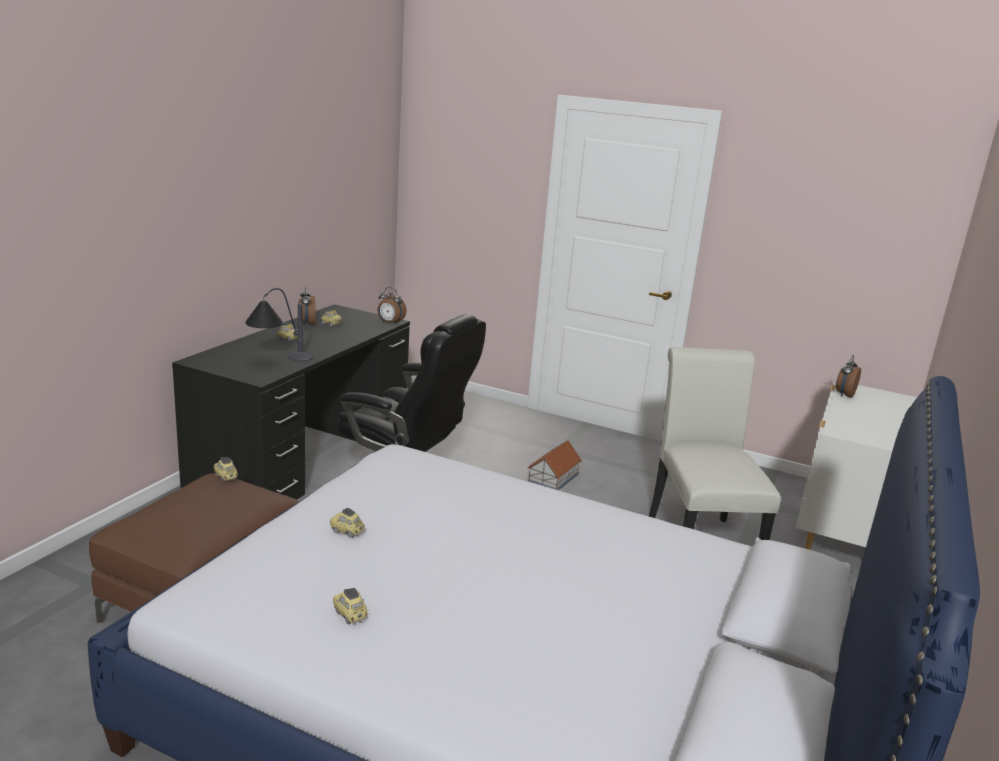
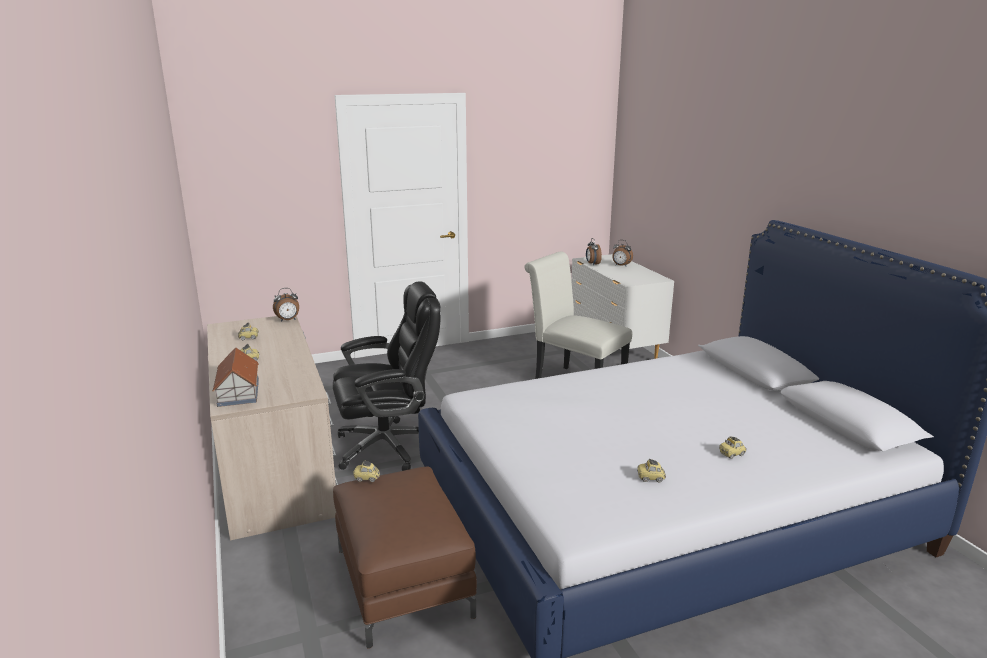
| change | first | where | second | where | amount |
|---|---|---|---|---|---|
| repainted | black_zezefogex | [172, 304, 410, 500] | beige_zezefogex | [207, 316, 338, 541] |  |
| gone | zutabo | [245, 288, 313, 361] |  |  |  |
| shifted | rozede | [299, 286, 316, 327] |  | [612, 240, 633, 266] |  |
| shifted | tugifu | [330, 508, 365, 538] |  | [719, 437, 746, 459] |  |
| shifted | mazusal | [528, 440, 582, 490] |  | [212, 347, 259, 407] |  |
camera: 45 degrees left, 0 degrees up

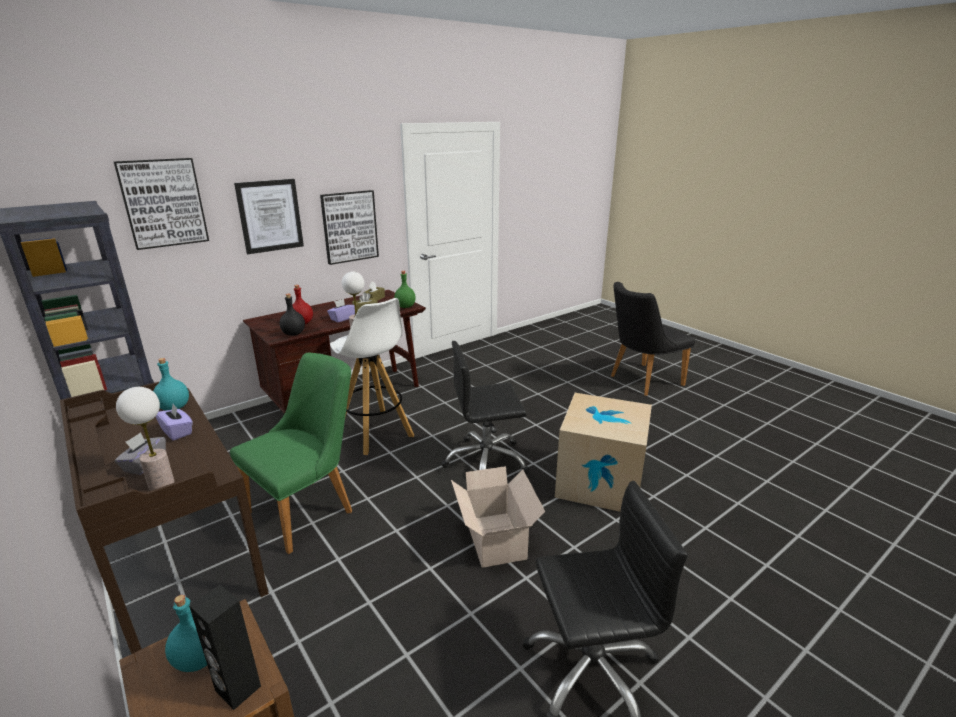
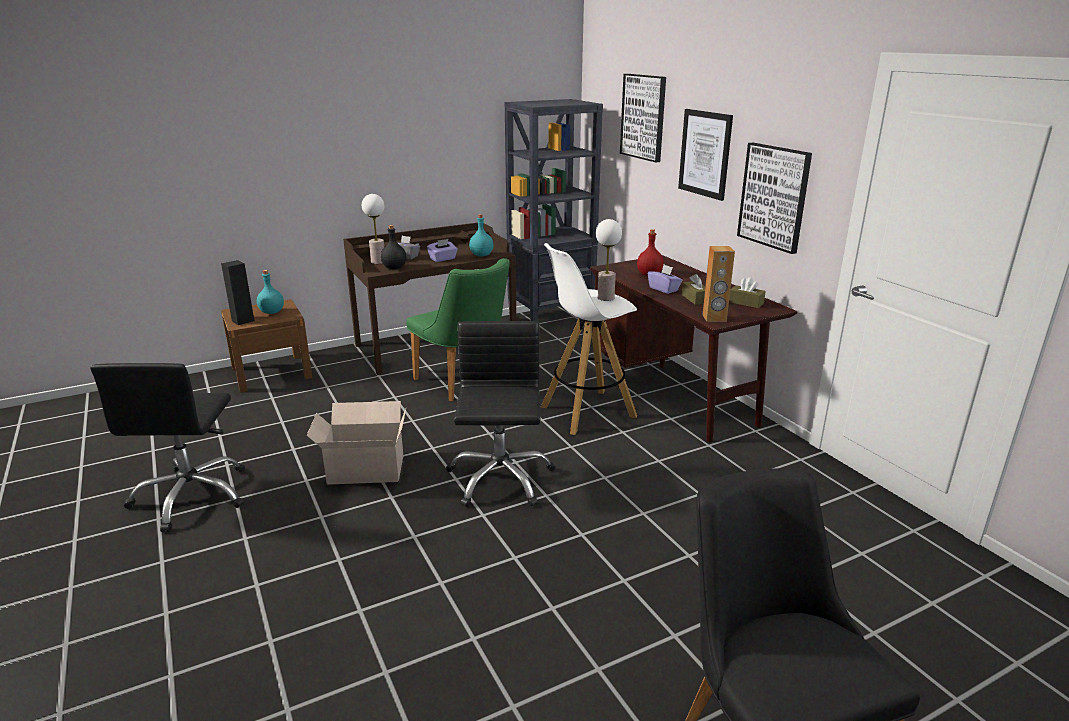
| change | first | where | second | where | amount |
|---|---|---|---|---|---|
| shifted | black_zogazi | [280, 294, 305, 335] |  | [381, 225, 406, 269] |  |
| swapped | green_zogazi | [394, 271, 416, 308] | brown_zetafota | [703, 246, 735, 322] |  |
| gone | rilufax | [555, 393, 652, 512] |  |  |  |
camera: 100 degrees right, 0 degrees up

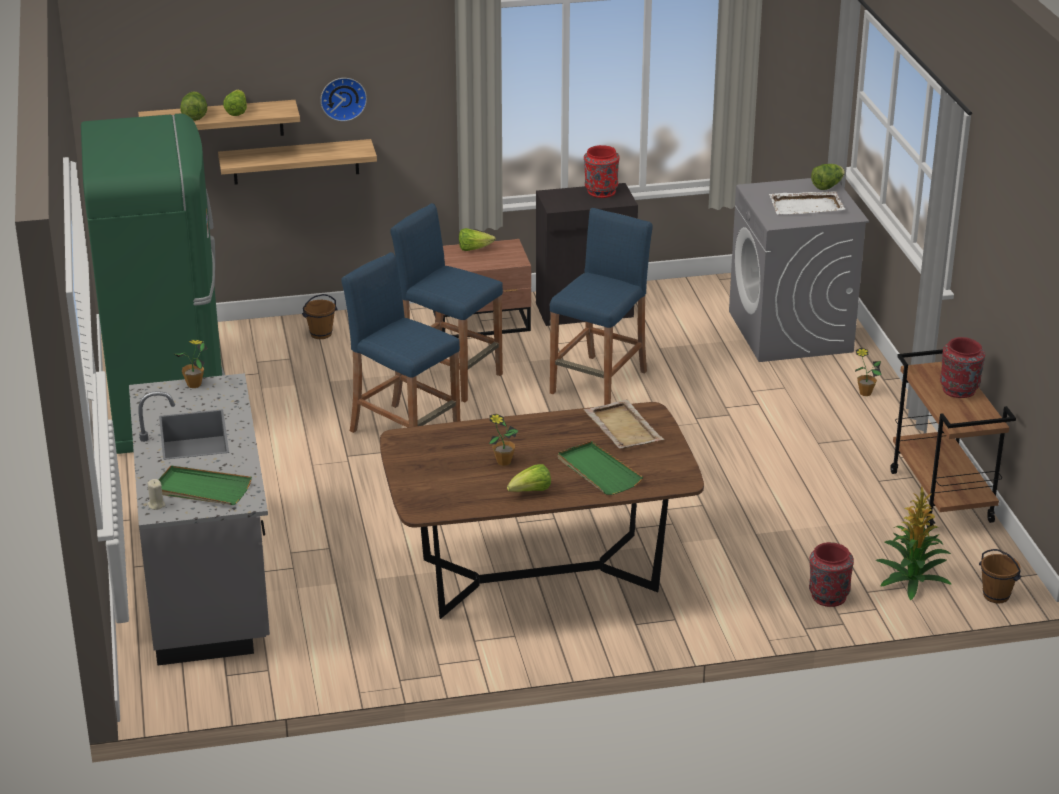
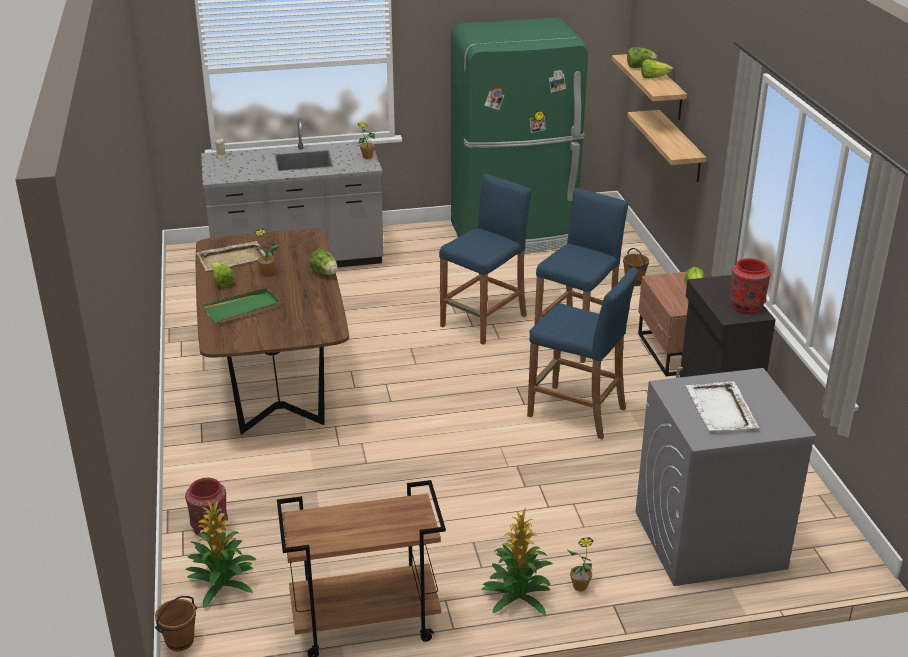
| change | first | where | second | where | amount |
|---|---|---|---|---|---|
| gone | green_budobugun | [158, 466, 252, 505] |  |  |  |
| gone | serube | [320, 78, 367, 121] |  |  |  |
| shifted | beige_budobugun | [584, 400, 664, 449] |  | [196, 241, 266, 271] |  |
| shifted | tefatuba | [811, 164, 845, 190] |  | [309, 248, 338, 275] |  |
| gone | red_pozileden | [940, 337, 985, 398] |  |  |  |
| new |  |  | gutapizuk | [482, 508, 553, 615] |  |
camera: 90 degrees right, 0 degrees up

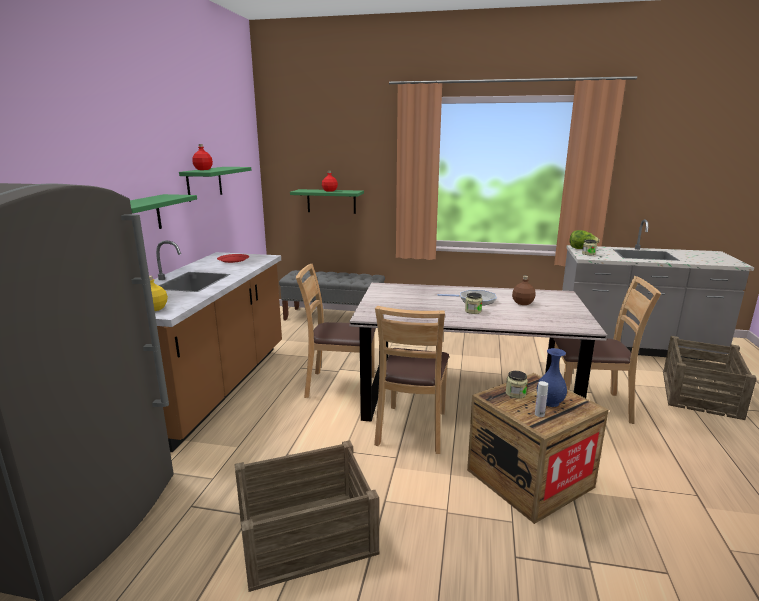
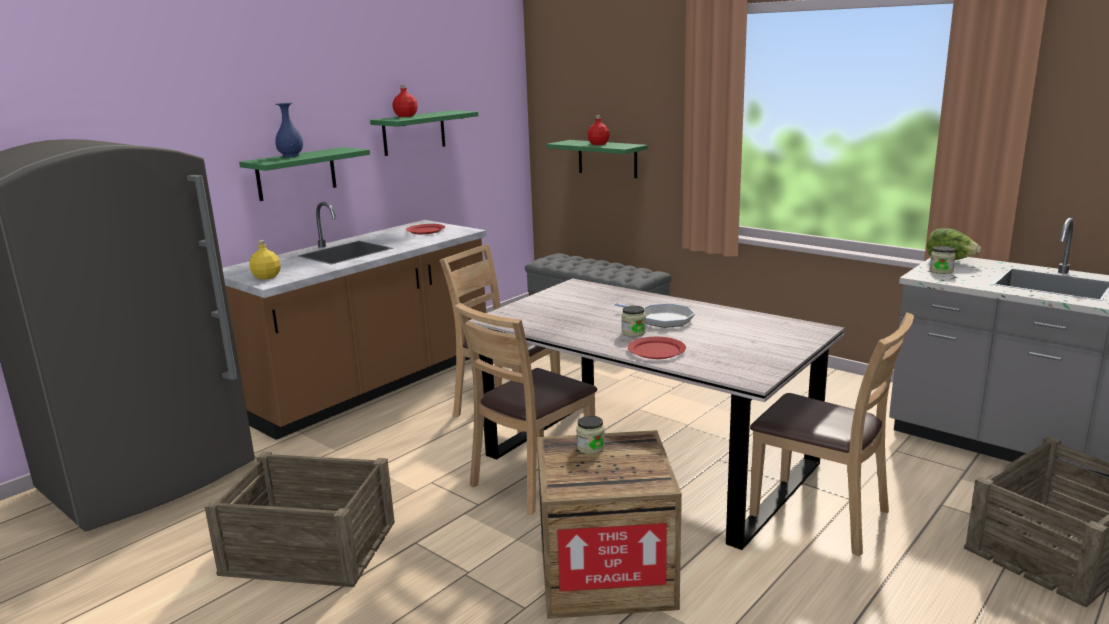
| change | first | where | second | where | amount |
|---|---|---|---|---|---|
| gone | brown_zogazi | [512, 276, 535, 305] |  |  |  |
| gone | white_zogazi | [535, 381, 548, 417] |  |  |  |
| shifted | blue_pozileden | [537, 348, 567, 407] |  | [275, 103, 303, 158] |  |
| new |  |  | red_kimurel | [628, 337, 686, 359] |  |
camera: 30 degrees right, 0 degrees up

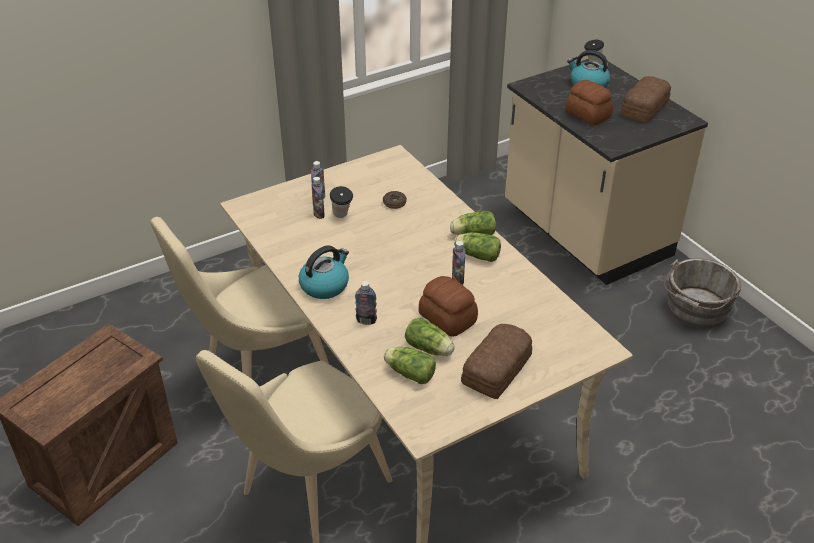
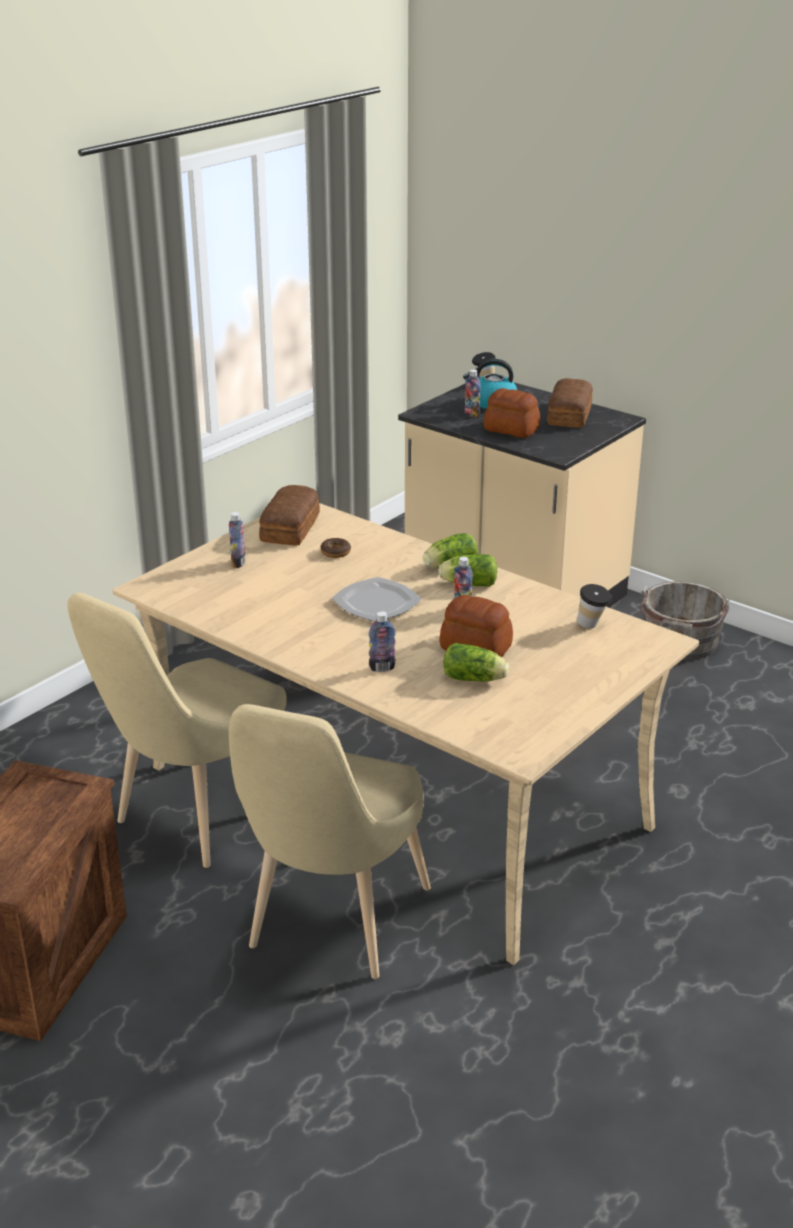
| change | first | where | second | where | amount |
|---|---|---|---|---|---|
| gone | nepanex | [299, 245, 349, 299] |  |  |  |
| shifted | zogazi | [311, 177, 325, 219] |  | [465, 369, 480, 417] |  |
| shifted | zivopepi | [330, 186, 353, 218] |  | [577, 584, 612, 628] |  |
| gone | tefatuba | [384, 347, 436, 384] |  |  |  |
| shifted | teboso | [461, 324, 532, 399] |  | [259, 485, 320, 546] |  |
| new |  |  | kimurel | [332, 577, 422, 622] |  |
camera: 20 degrees left, 10 degrees down

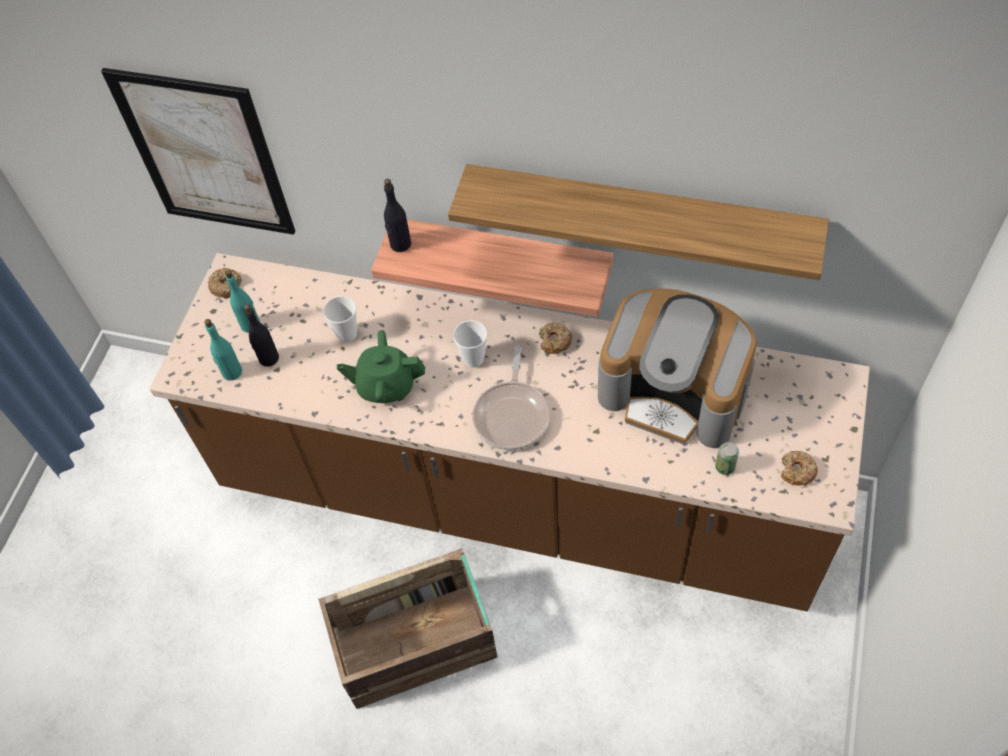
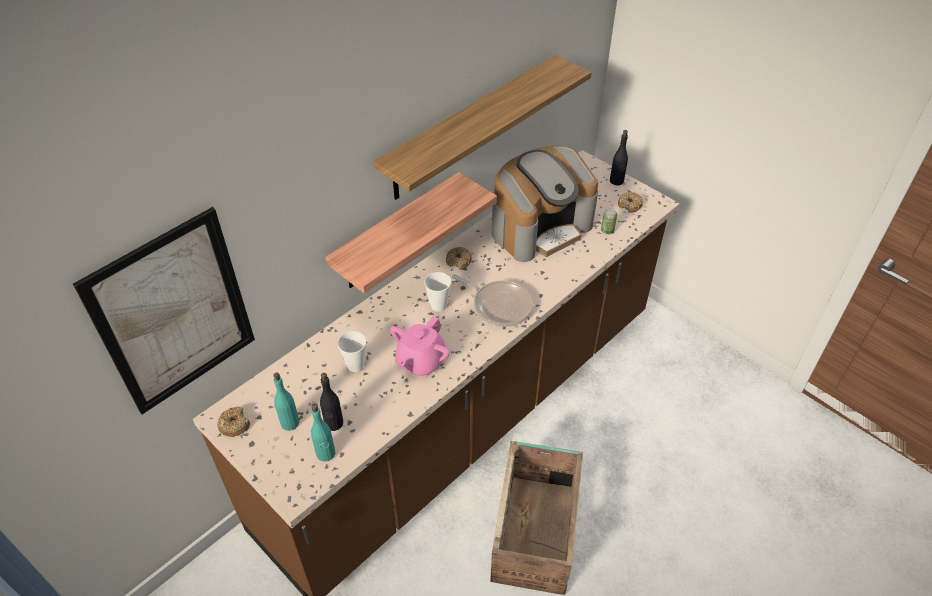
| change | first | where | second | where | amount |
|---|---|---|---|---|---|
| repainted | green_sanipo | [337, 330, 425, 403] | pink_sanipo | [390, 316, 450, 377] |  |
| shifted | black_zogazi | [384, 179, 411, 252] |  | [610, 130, 628, 185] |  |
camera: 65 degrees left, 10 degrees down

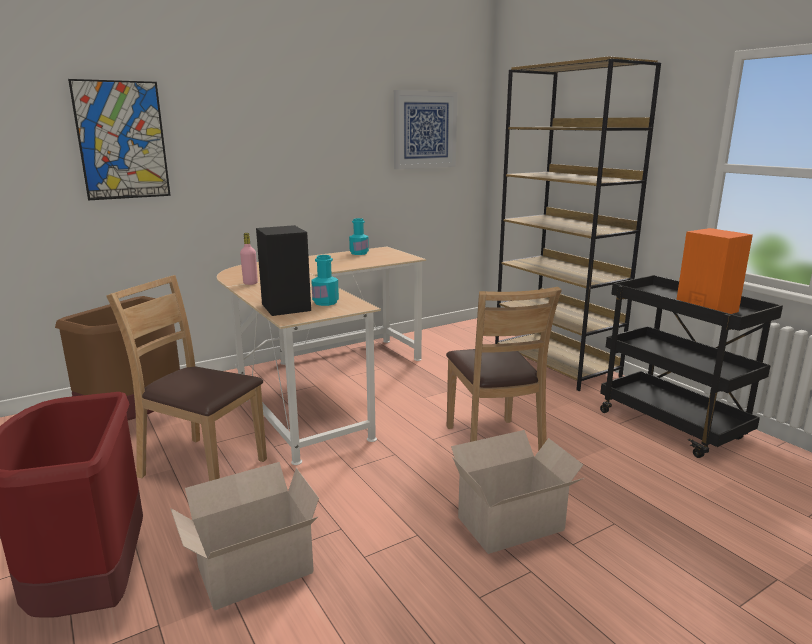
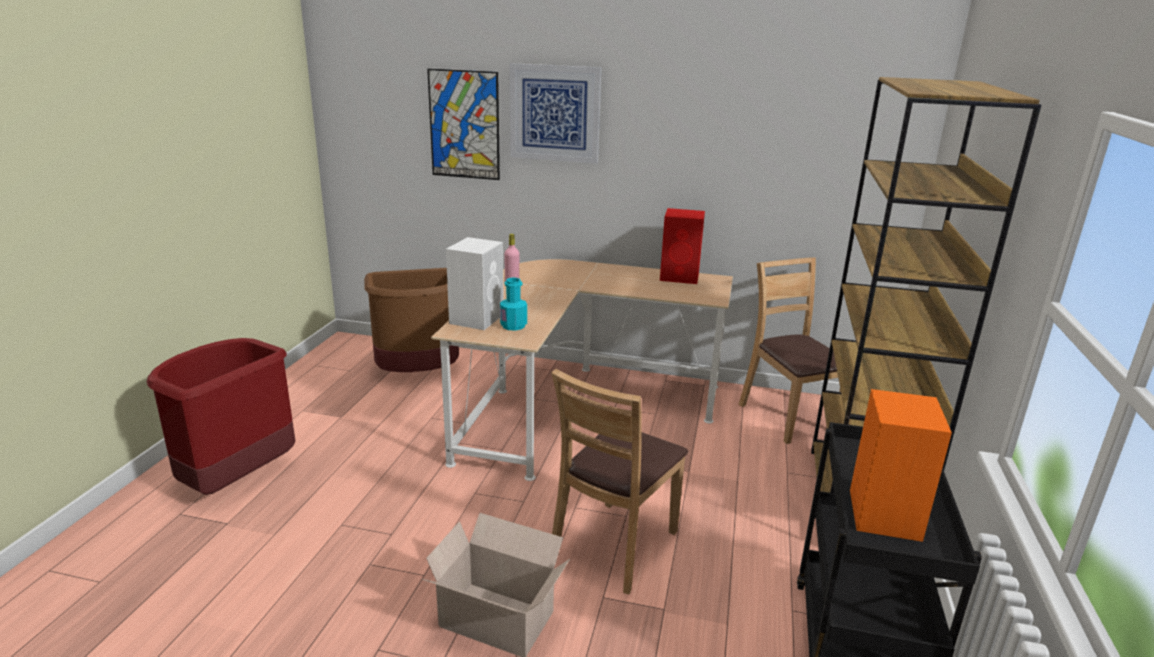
| change | first | where | second | where | amount |
|---|---|---|---|---|---|
| shifted | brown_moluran | [106, 275, 267, 481] |  | [739, 258, 841, 444] |  |
| gone | rilufax | [170, 462, 319, 610] |  |  |  |
| repainted | black_zetafota | [256, 225, 311, 316] | white_zetafota | [446, 237, 504, 330] |  |
| swapped | turquoise_zogazi | [349, 218, 369, 255] | red_zetafota | [660, 208, 705, 284] |  |
| shifted | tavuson | [394, 90, 458, 169] |  | [510, 63, 601, 164] |  |
camera: 45 degrees right, 5 degrees up

